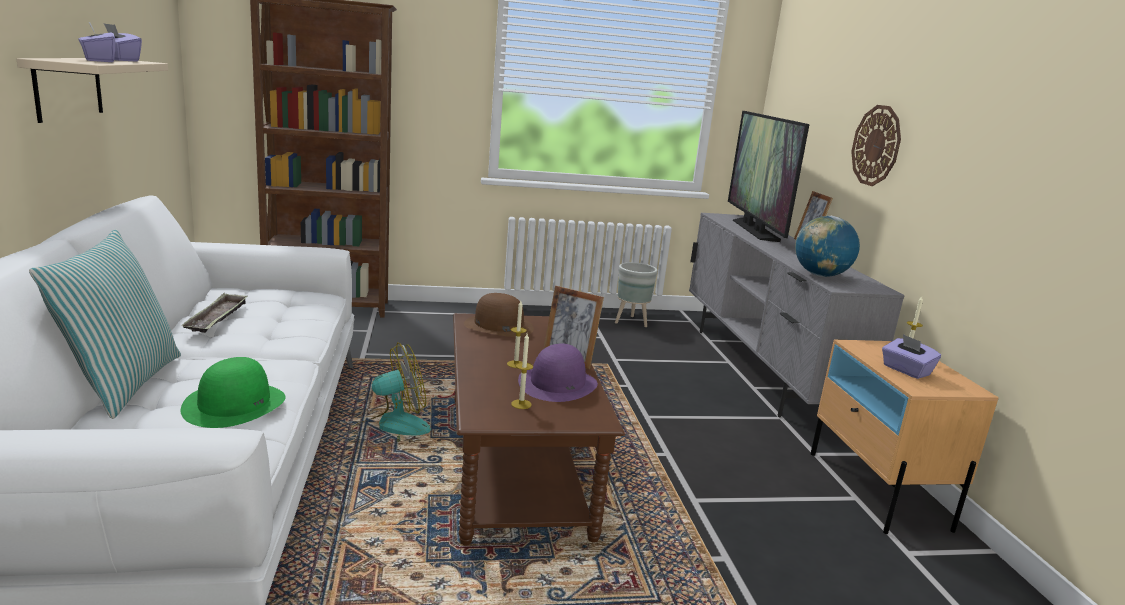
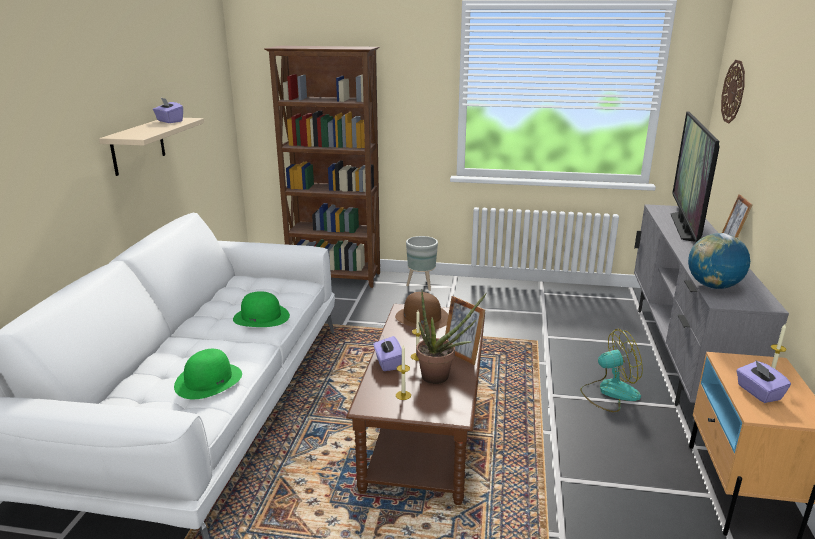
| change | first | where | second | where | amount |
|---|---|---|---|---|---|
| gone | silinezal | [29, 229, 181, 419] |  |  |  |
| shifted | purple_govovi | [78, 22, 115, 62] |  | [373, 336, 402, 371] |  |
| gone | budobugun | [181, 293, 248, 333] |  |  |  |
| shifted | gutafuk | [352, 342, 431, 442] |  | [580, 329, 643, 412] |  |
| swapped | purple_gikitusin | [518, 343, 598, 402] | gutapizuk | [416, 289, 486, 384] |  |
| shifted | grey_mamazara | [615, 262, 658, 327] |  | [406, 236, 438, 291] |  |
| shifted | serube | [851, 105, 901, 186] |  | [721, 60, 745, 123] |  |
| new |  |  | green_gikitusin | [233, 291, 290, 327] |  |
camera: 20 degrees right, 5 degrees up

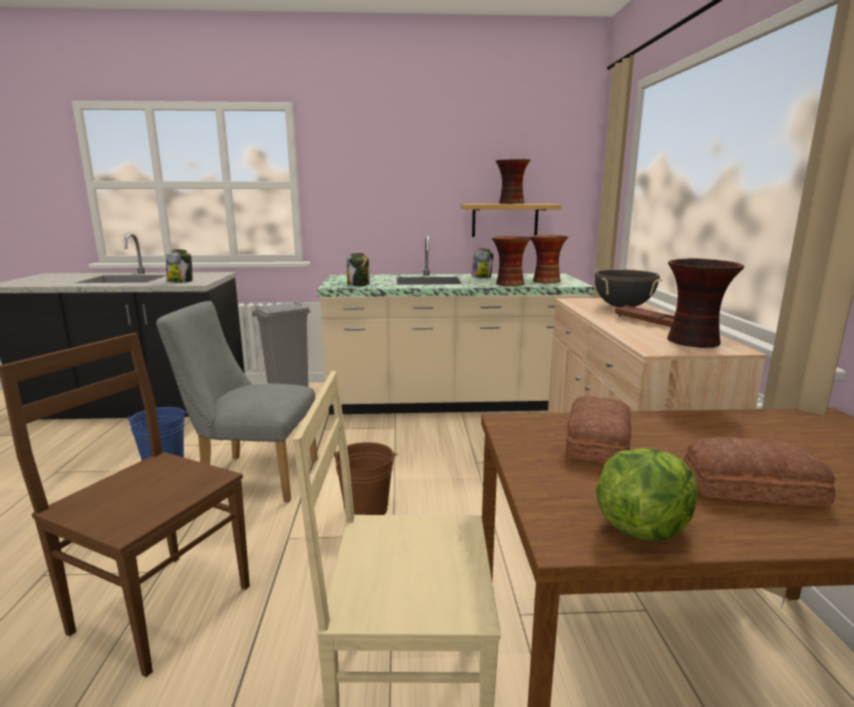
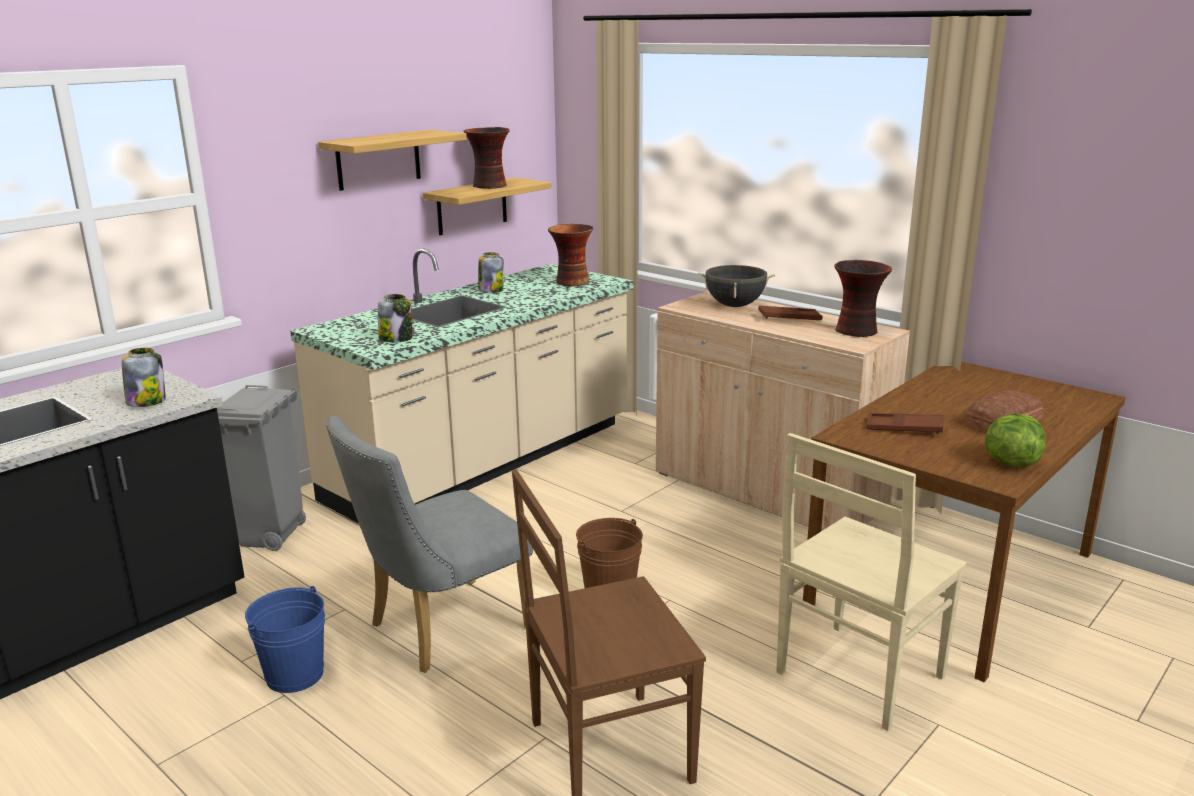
| change | first | where | second | where | amount |
|---|---|---|---|---|---|
| gone | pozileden | [492, 236, 531, 286] |  |  |  |
| swapped | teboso | [566, 396, 631, 463] | brown_budobugun | [866, 413, 944, 434] |  |
| new |  |  | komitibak | [318, 130, 467, 191] |  |
camera: 45 degrees left, 5 degrees up

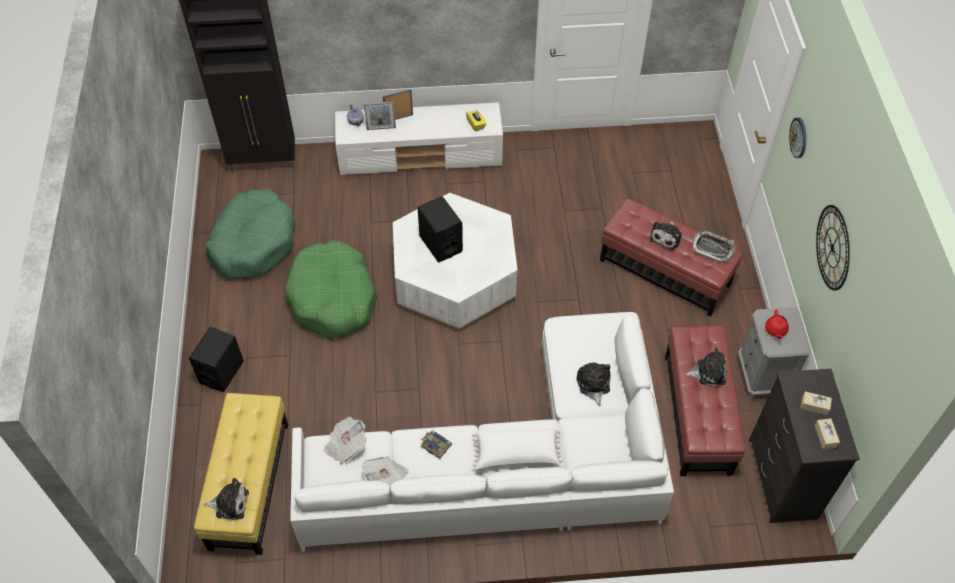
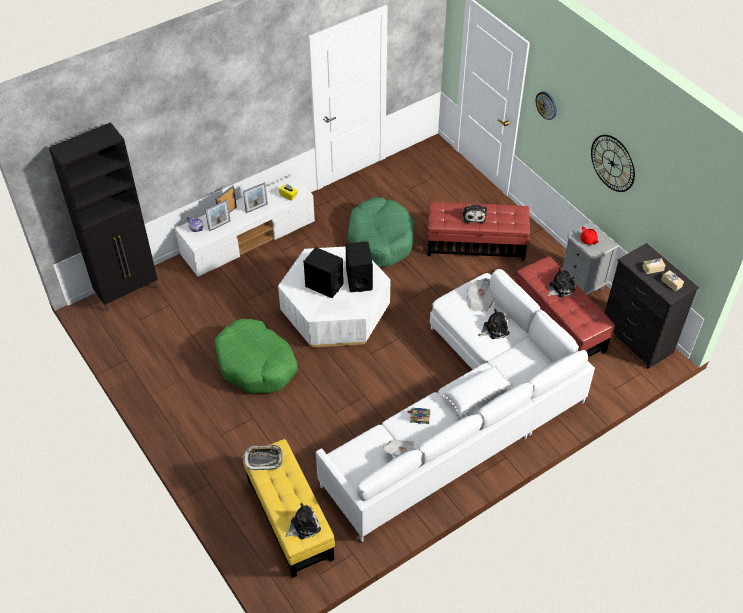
| change | first | where | second | where | amount |
|---|---|---|---|---|---|
| shifted | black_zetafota | [189, 327, 244, 392] |  | [346, 241, 373, 292] |  |
| shifted | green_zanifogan | [205, 189, 295, 279] |  | [347, 197, 415, 267] |  |
| shifted | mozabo | [324, 417, 367, 464] |  | [467, 278, 495, 312] |  |
| rotated | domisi | [577, 362, 610, 406] |  | [478, 309, 510, 339] | 105 degrees clockwise |
| shifted | budobugun | [693, 231, 735, 263] |  | [243, 444, 283, 470] |  |
| new |  |  | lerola | [243, 182, 268, 213] |  |
camera: 30 degrees left, 5 degrees down

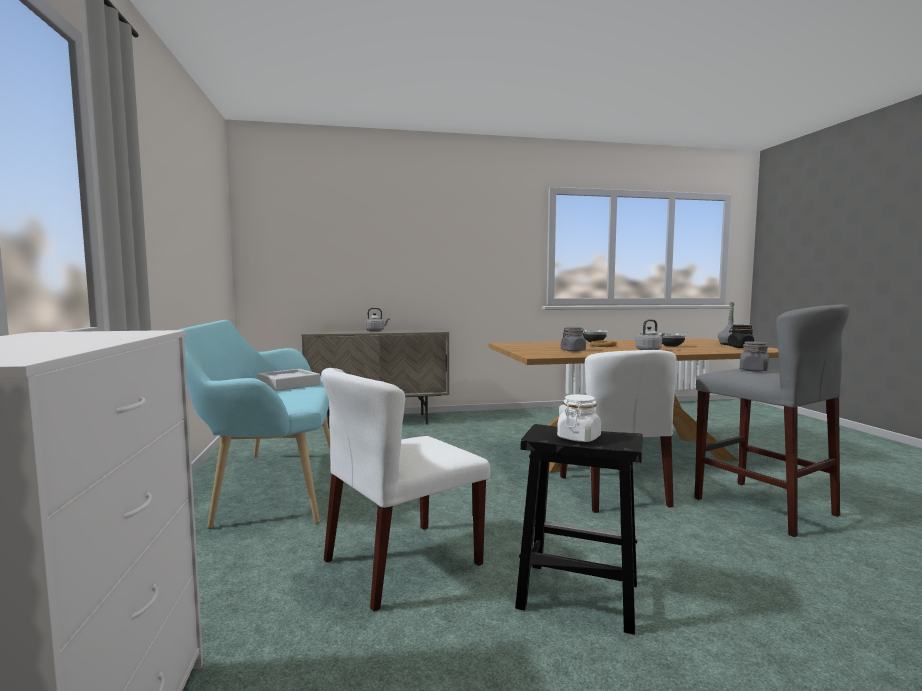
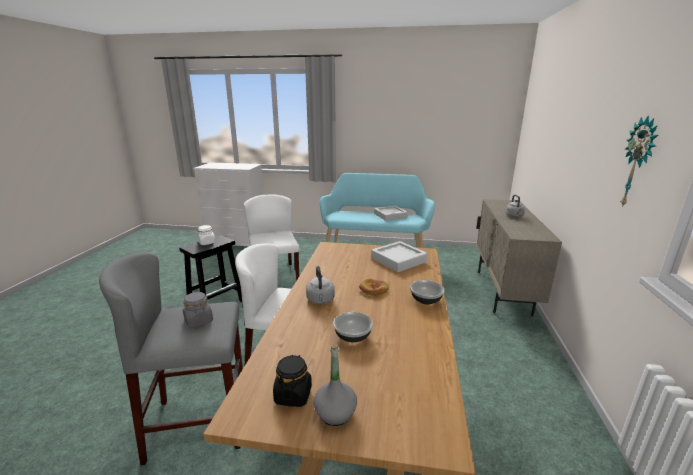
| change | first | where | second | where | amount |
|---|---|---|---|---|---|
| gone | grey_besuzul | [561, 327, 586, 352] |  |  |  |
| new |  |  | grey_budobugun | [371, 241, 428, 272] |  |
| new |  |  | serube | [621, 115, 658, 208] |  |
camera: 110 degrees right, 15 degrees up

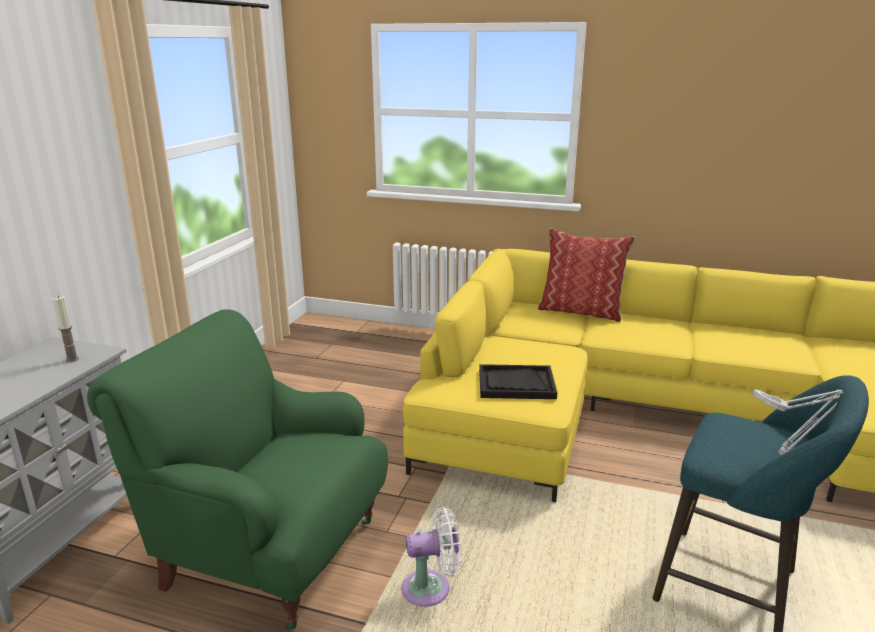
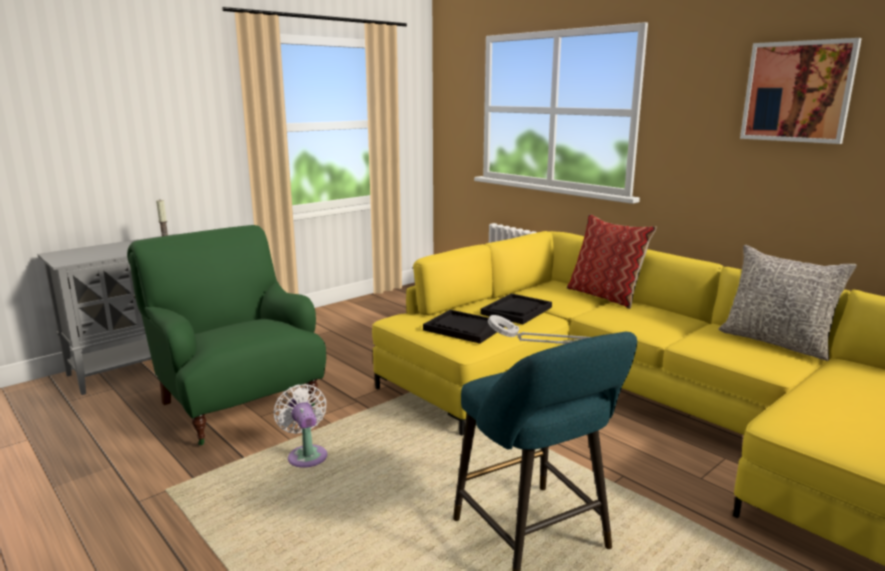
| change | first | where | second | where | amount |
|---|---|---|---|---|---|
| rotated | white_gutafuk | [401, 507, 462, 607] |  | [274, 384, 328, 468] | 135 degrees counterclockwise |
| new |  |  | black_budobugun | [481, 293, 552, 325] |  |
| new |  |  | grey_silinezal | [718, 245, 857, 361] |  |
| new |  |  | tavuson | [740, 38, 862, 144] |  |
camera: 30 degrees right, 5 degrees down

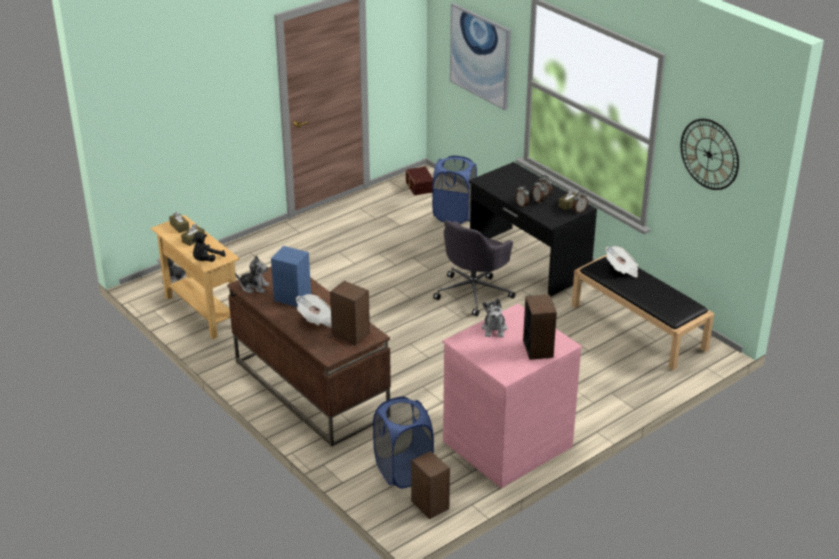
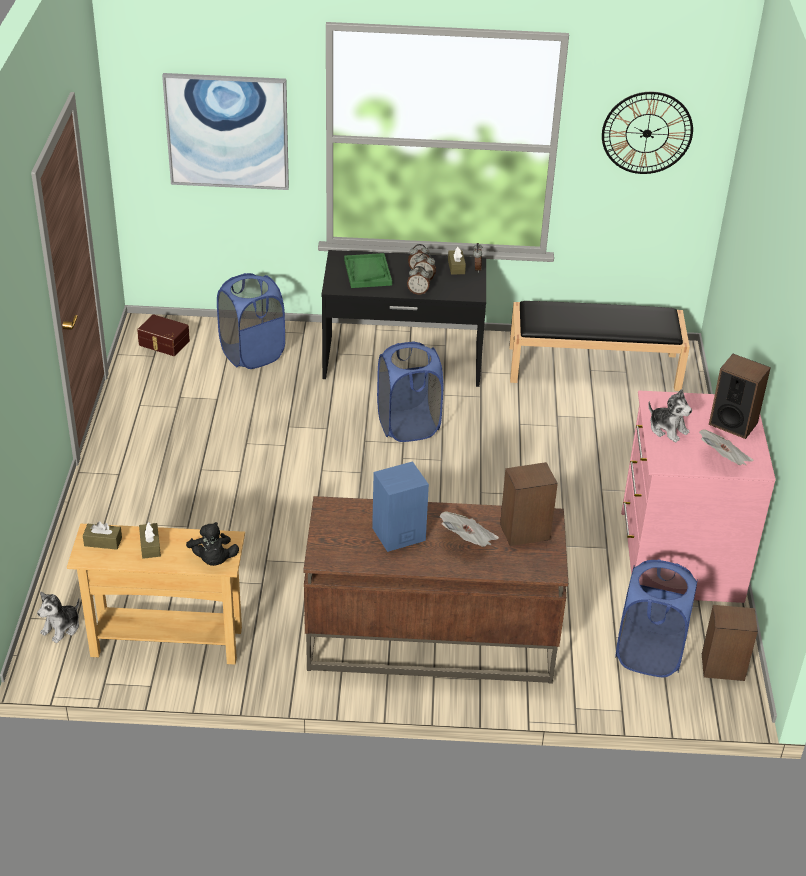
| change | first | where | second | where | amount |
|---|---|---|---|---|---|
| gone | domisi | [235, 256, 269, 293] |  |  |  |
| swapped | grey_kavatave | [433, 220, 515, 316] | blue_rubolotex | [377, 342, 443, 442] |  |
| shifted | mozabo | [606, 246, 638, 277] |  | [699, 430, 754, 466] |  |
| new |  |  | green_budobugun | [344, 253, 392, 288] |  |
camera: 50 degrees left, 5 degrees up

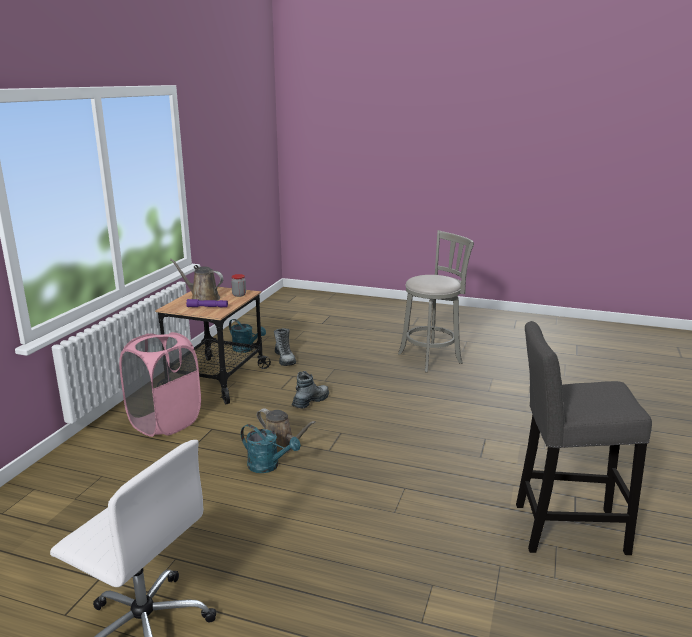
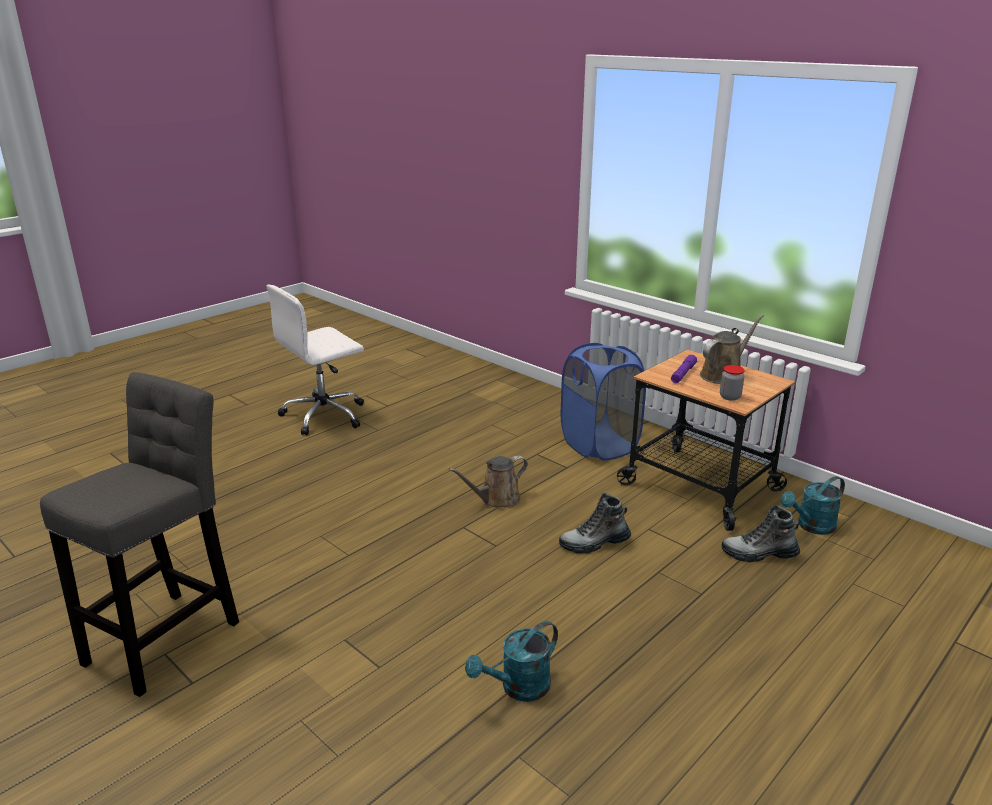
| change | first | where | second | where | amount |
|---|---|---|---|---|---|
| repainted | pink_rubolotex | [119, 332, 201, 437] | blue_rubolotex | [561, 343, 646, 461] |  |
| shifted | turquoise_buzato | [241, 424, 301, 473] |  | [465, 621, 558, 702] |  |
| rotated | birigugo | [292, 371, 329, 409] |  | [559, 493, 631, 554] | 105 degrees clockwise |
| gone | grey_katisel | [398, 230, 474, 372] |  |  |  |
camera: 115 degrees right, 5 degrees up

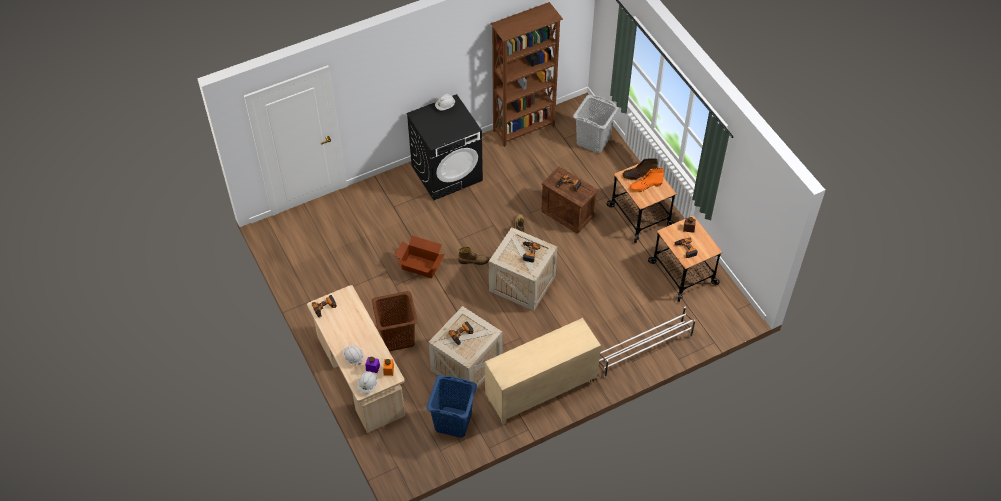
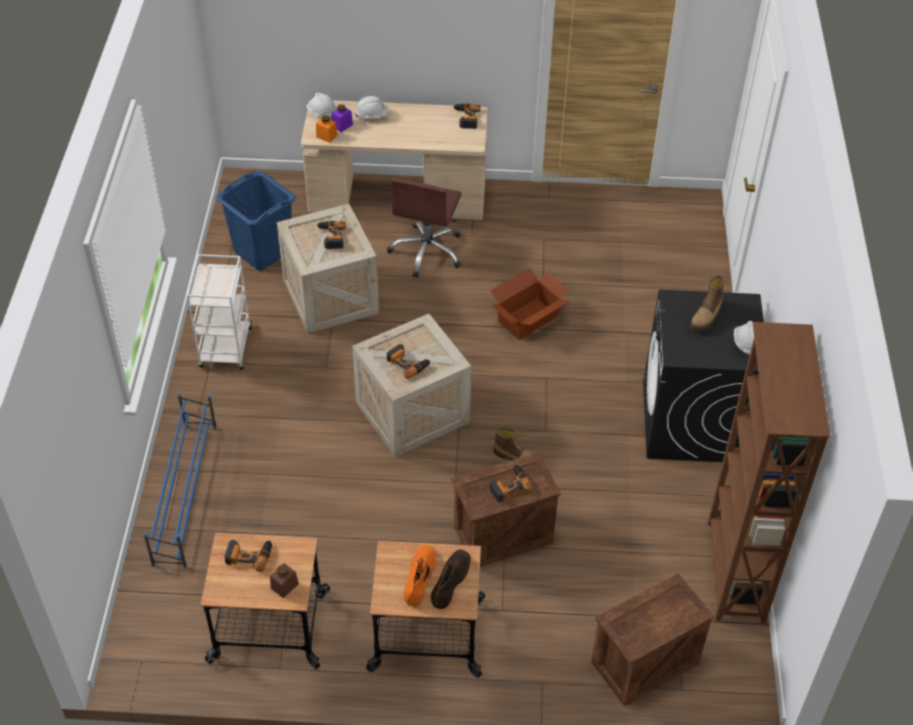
| change | first | where | second | where | amount |
|---|---|---|---|---|---|
| swapped | brown_rubolotex | [372, 291, 418, 351] | brown_kavatave | [387, 178, 462, 278] |  |
| shifted | birigugo | [458, 247, 489, 265] |  | [690, 275, 725, 332] |  |
| swapped | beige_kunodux | [485, 318, 601, 425] | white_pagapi | [187, 254, 253, 370] |  |
| swapped | grey_rubolotex | [573, 95, 619, 153] | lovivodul | [591, 573, 714, 706] |  |
| repainted | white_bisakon | [599, 307, 696, 378] | blue_bisakon | [143, 393, 217, 568] |  |
camera: 120 degrees right, 5 degrees down

